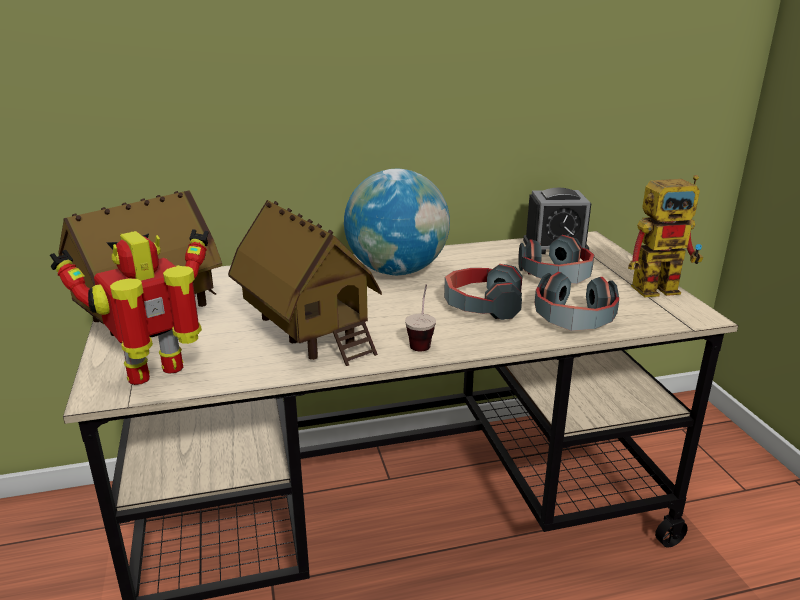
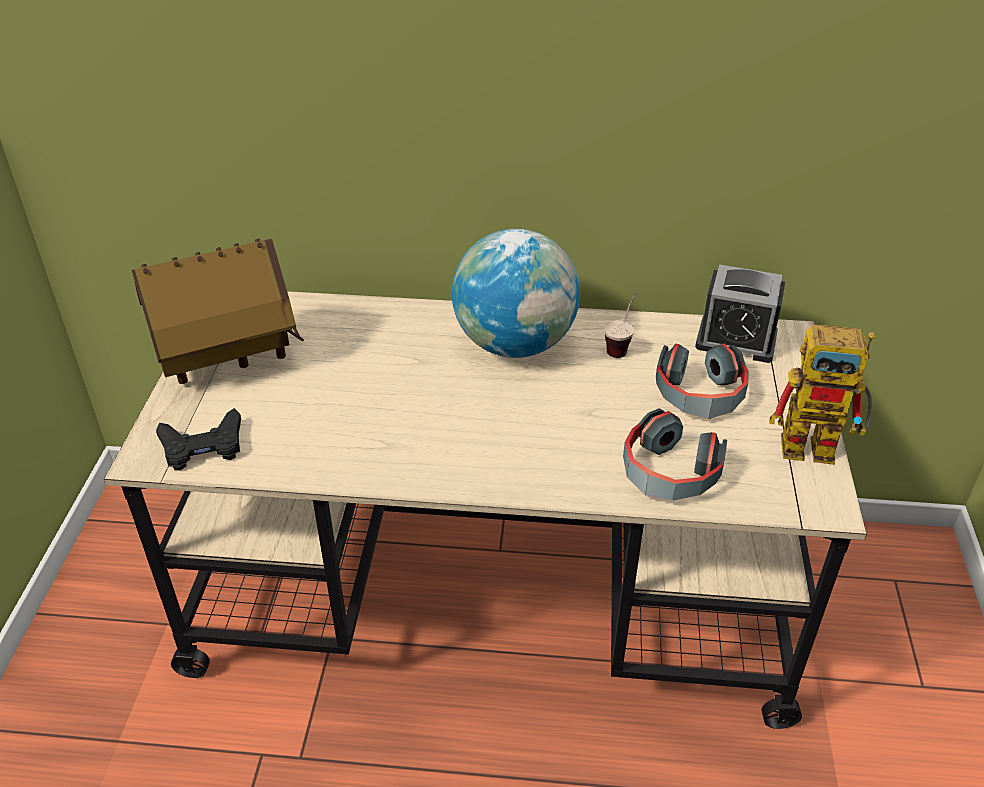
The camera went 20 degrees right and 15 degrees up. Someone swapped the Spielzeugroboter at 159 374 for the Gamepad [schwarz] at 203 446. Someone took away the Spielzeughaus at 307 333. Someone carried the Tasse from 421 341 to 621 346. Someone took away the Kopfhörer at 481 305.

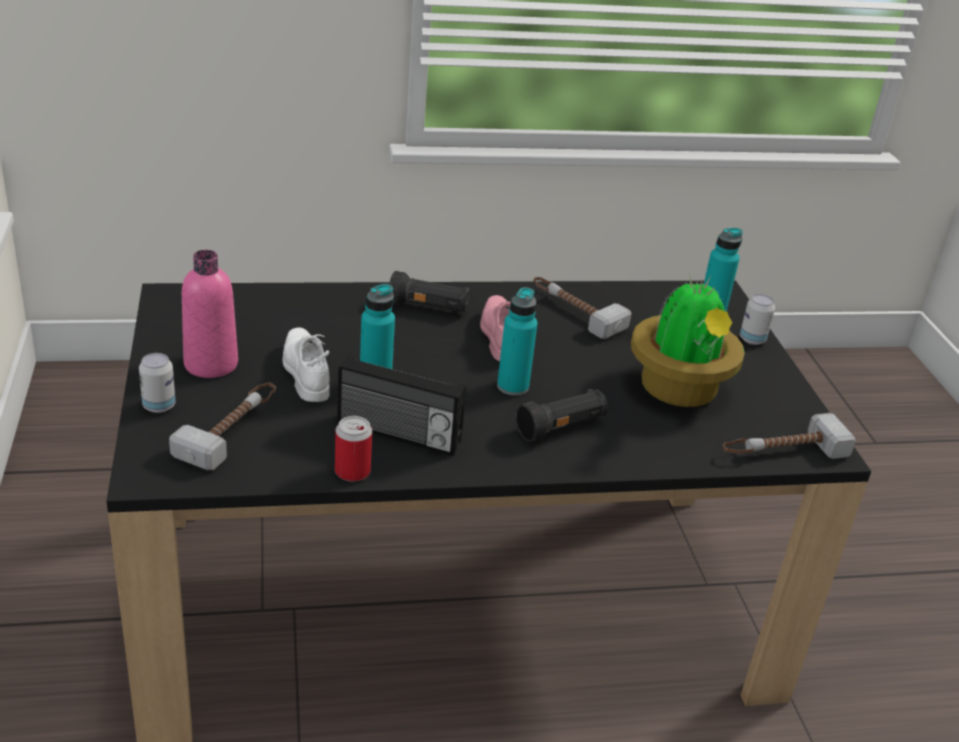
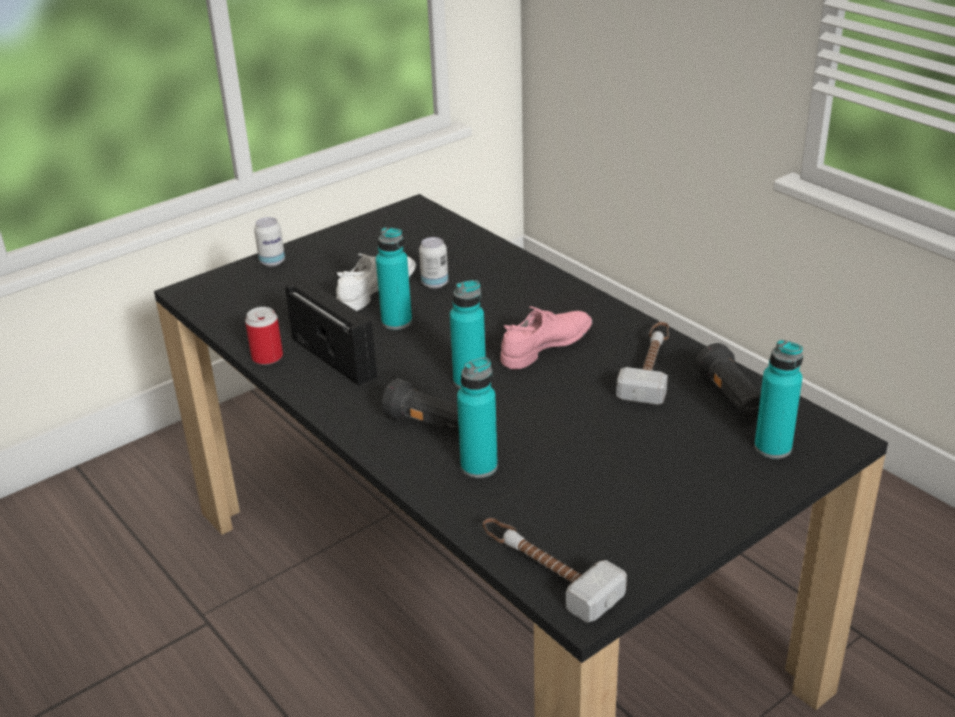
The camera went 65 degrees right and 0 degrees up. Someone took away the Hammer at 232 429. Someone took away the Flasche [rosa] at 211 364. Someone rotated the Radio at 398 434 by 150 degrees clockwise. Someone carried the Taschenlampe [schwarz] from 429 308 to 731 399. Someone took away the Topfpflanze at 679 391. Someone carried the Dose from 752 339 to 435 284. Someone put down the Flasche [türkis] at 479 466.

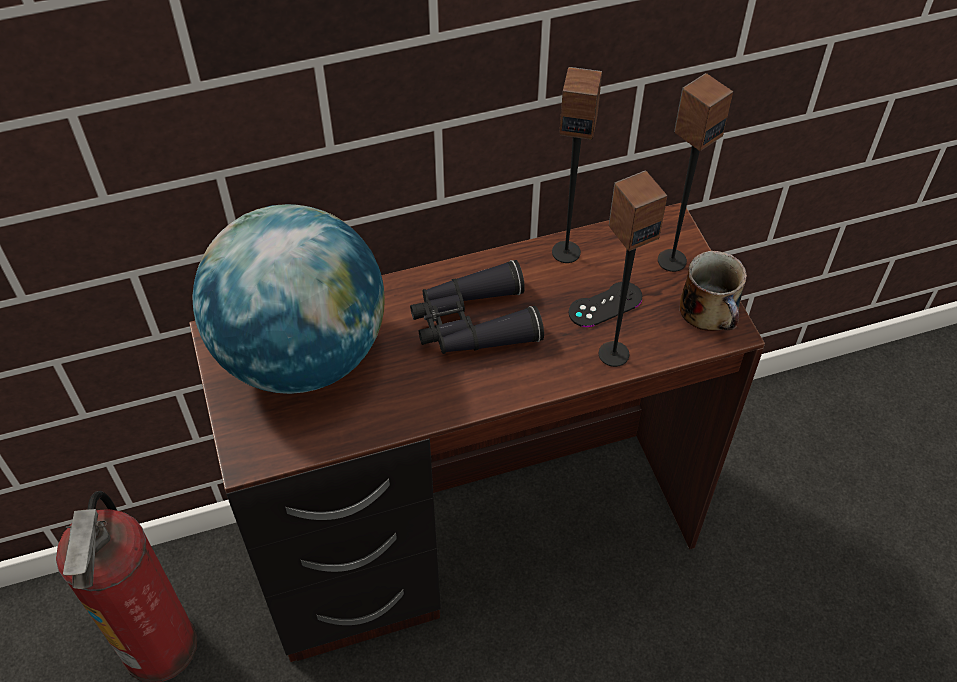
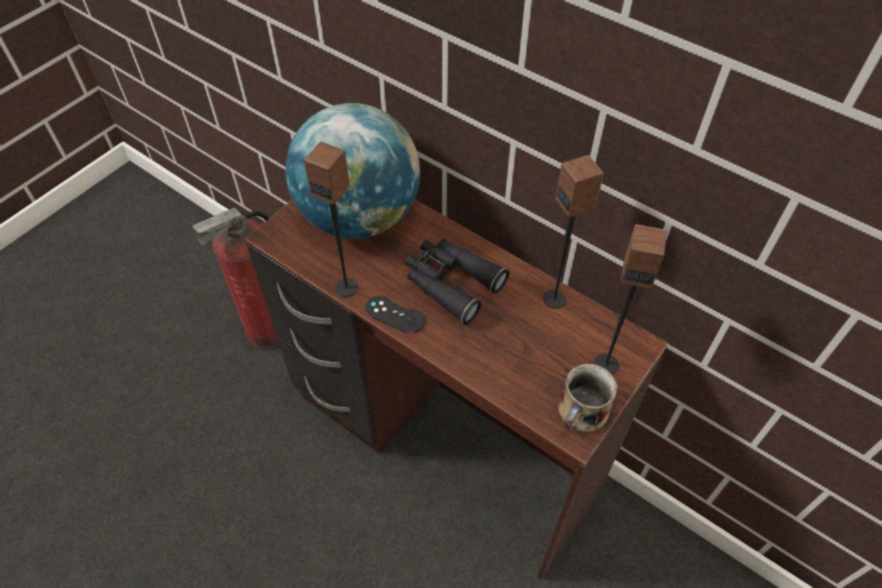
The camera went 55 degrees right and 0 degrees up. Someone carried the Gamepad [schwarz] from 605 305 to 395 314. Someone carried the Lautsprecher from 613 353 to 347 287.

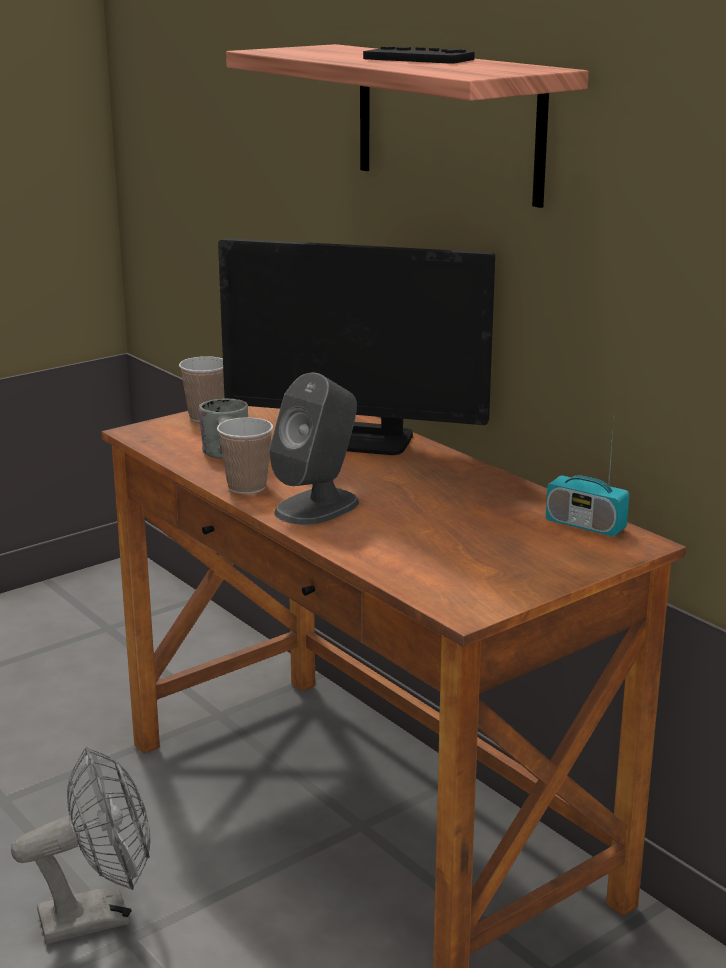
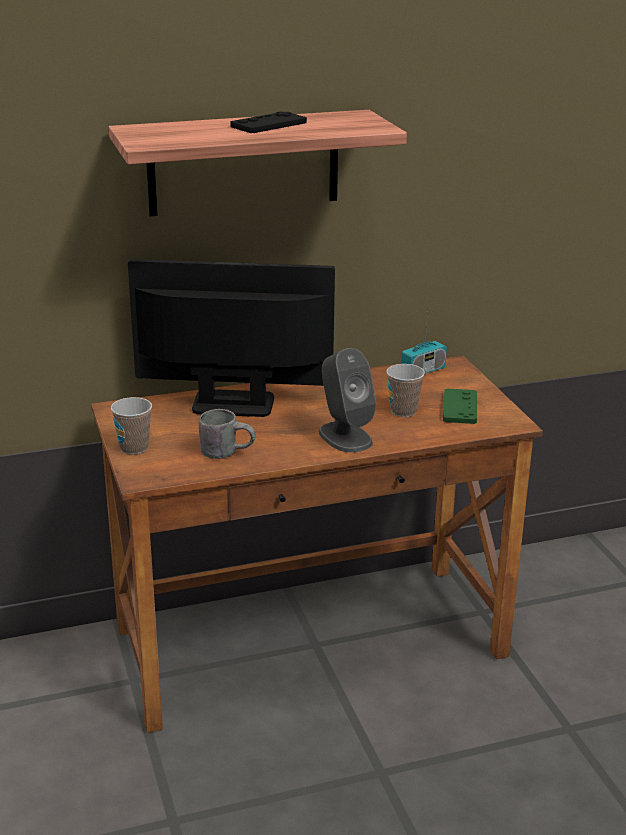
The camera went 70 degrees left and 5 degrees up. Someone took away the Ventilator [grau] at 99 915. Someone carried the Tasse from 247 487 to 403 411. Someone rotated the Monitor at 356 439 by 120 degrees counterclockwise. Someone put down the Gamepad [grün] at 460 407.

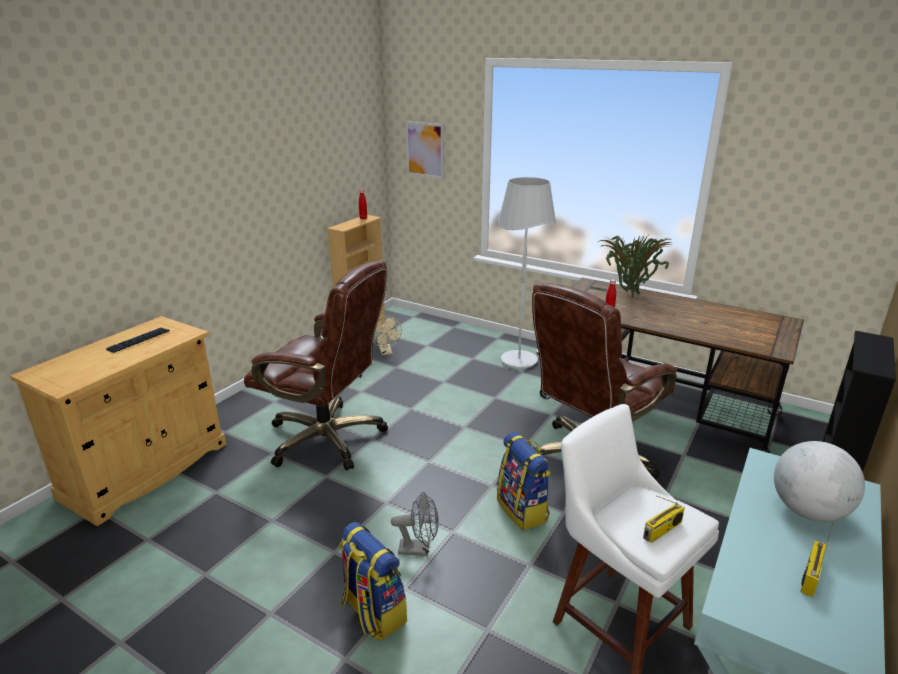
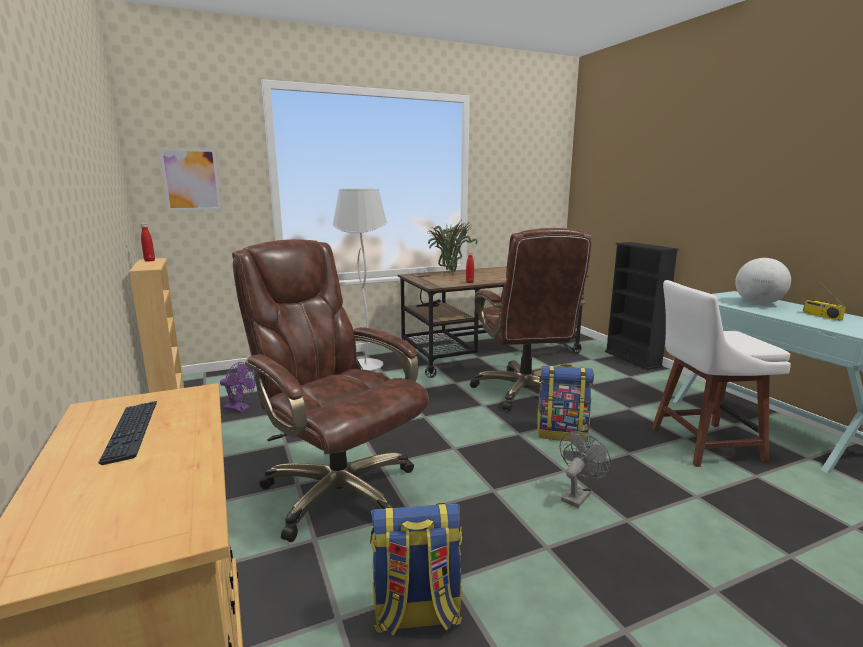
The camera went 55 degrees left and 10 degrees down. Someone rotated the Bürostuhl [braun] at 326 438 by 105 degrees counterclockwise. Someone carried the Rucksack from 372 612 to 416 614. Someone repainted the Ventilator [beige] at 386 352, which became the Ventilator [lila] at 240 409. Someone took away the Radio at 662 531.

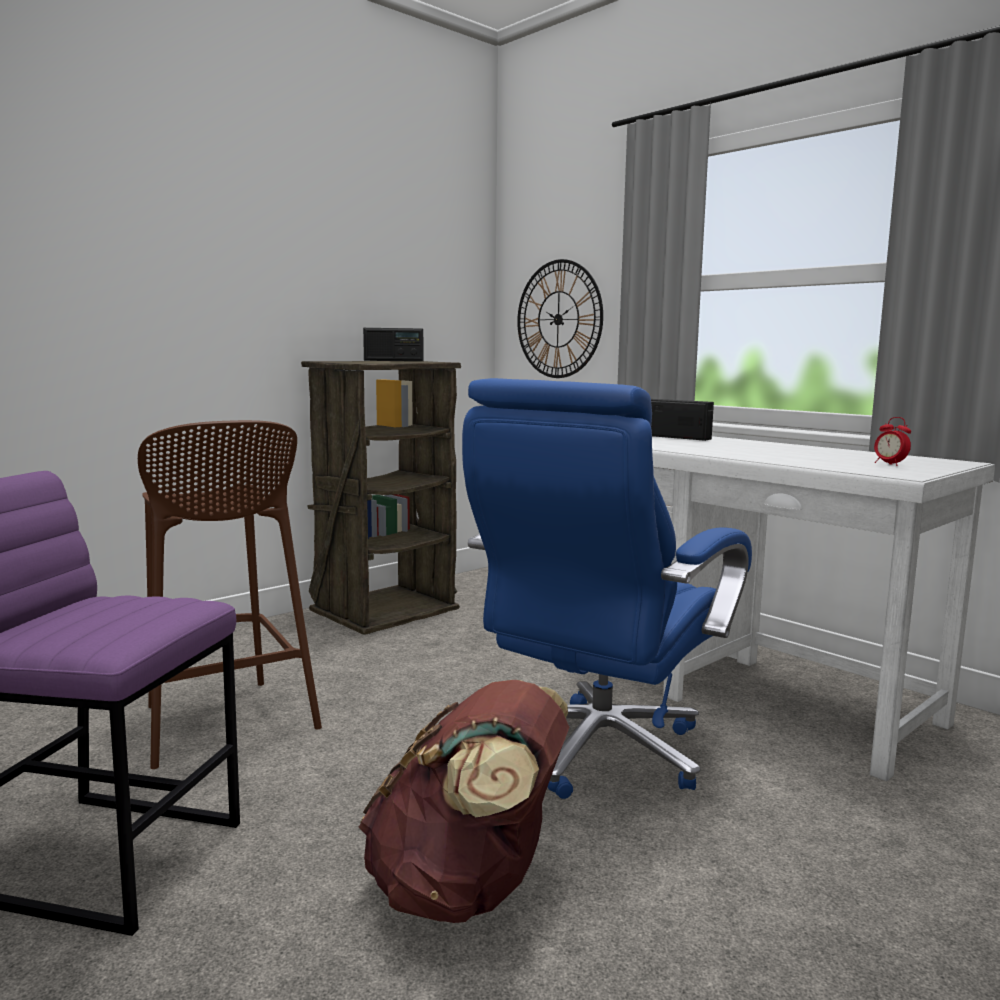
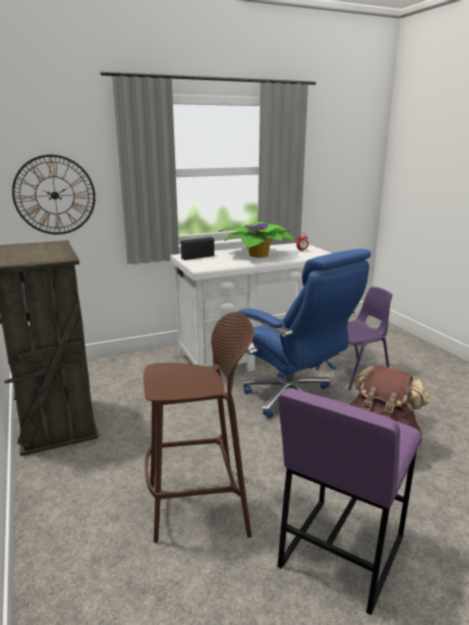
The camera went 70 degrees left and 10 degrees up. Someone took away the Radio at 393 360. Someone put down the Topfpflanze at 256 255. Someone put down the Stuhl [lila] at 354 372.

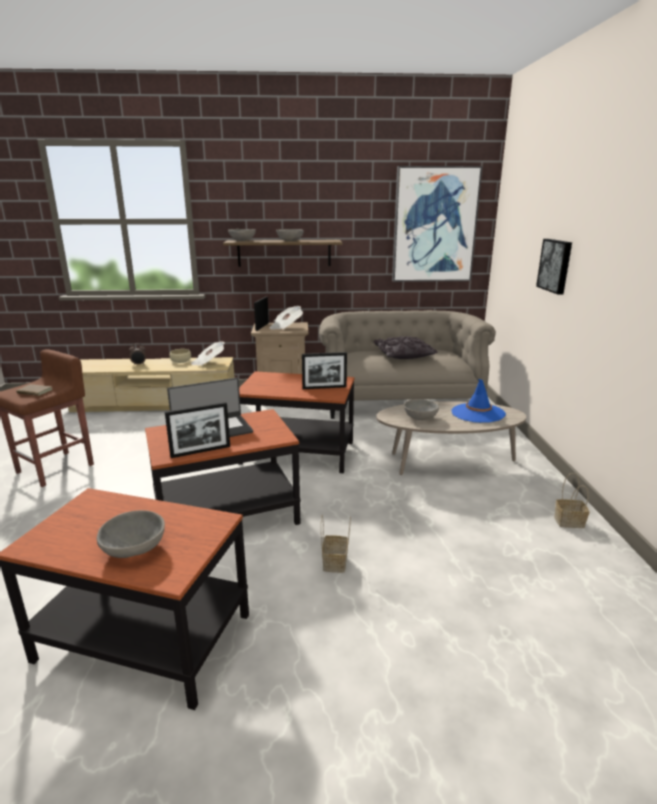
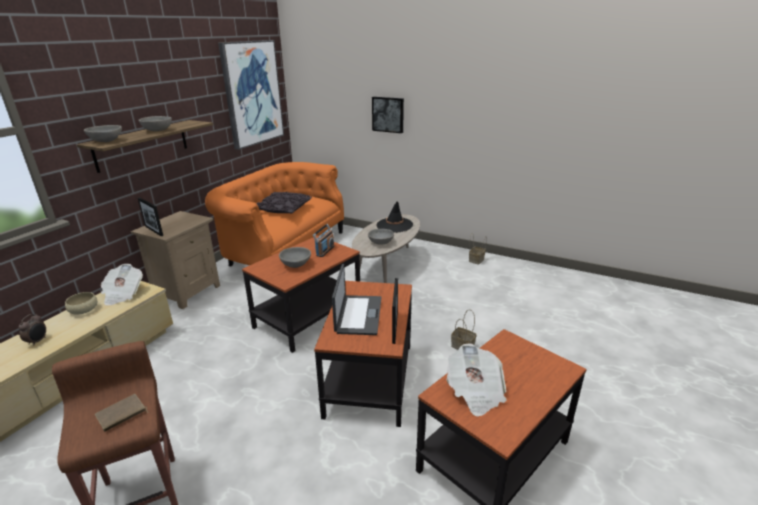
The camera went 60 degrees left and 5 degrees up. Someone carried the Schüssel [grau] from 133 549 to 296 265. Someone carried the Zeitung from 286 327 to 475 392. Someone swapped the Bilderrahmen at 324 387 for the Radio at 325 251. Someone repainted the Sofa [beige] at 399 402, which became the Sofa [orange] at 282 249. Someone repainted the Hut [blau] at 477 413, which became the Hut [schwarz] at 394 225.

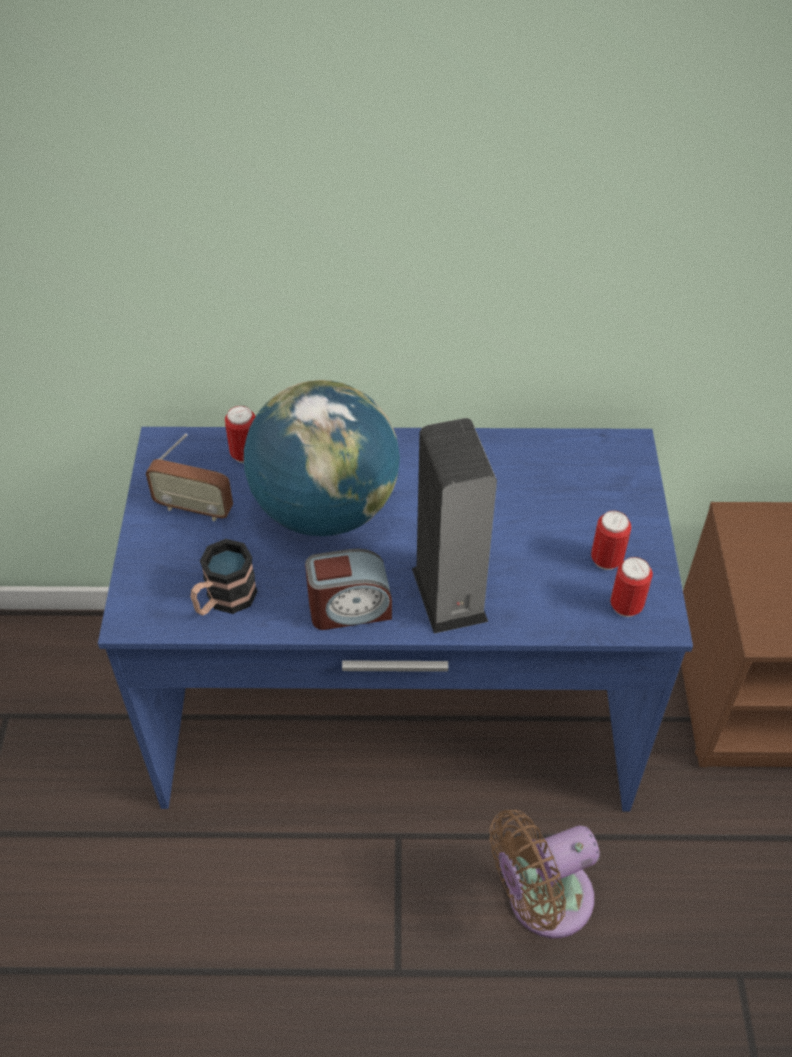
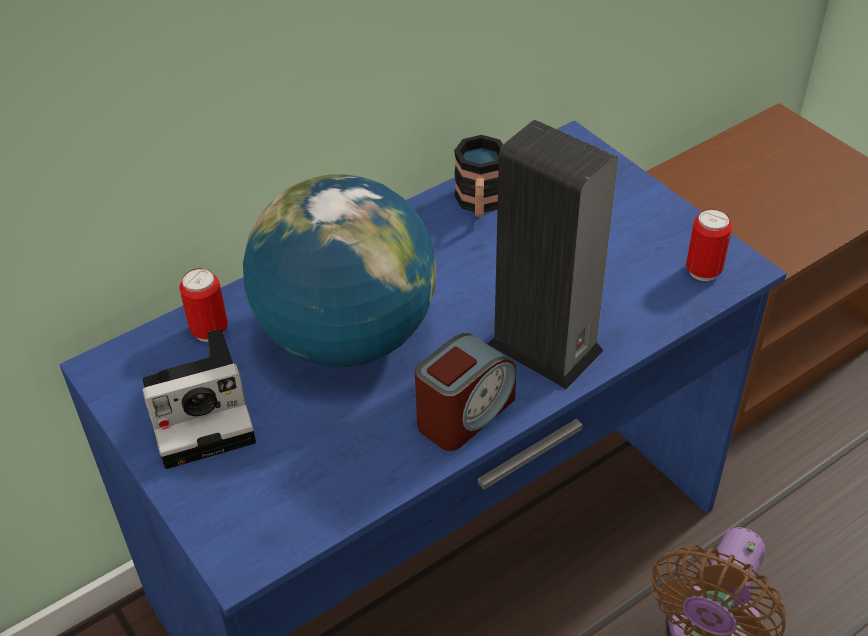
The camera went 35 degrees left and 5 degrees down. Someone swapped the Radio at 194 508 for the Kamera at 204 411. Someone carried the Henkelbecher from 224 600 to 480 204. Someone took away the Dose at 606 560.

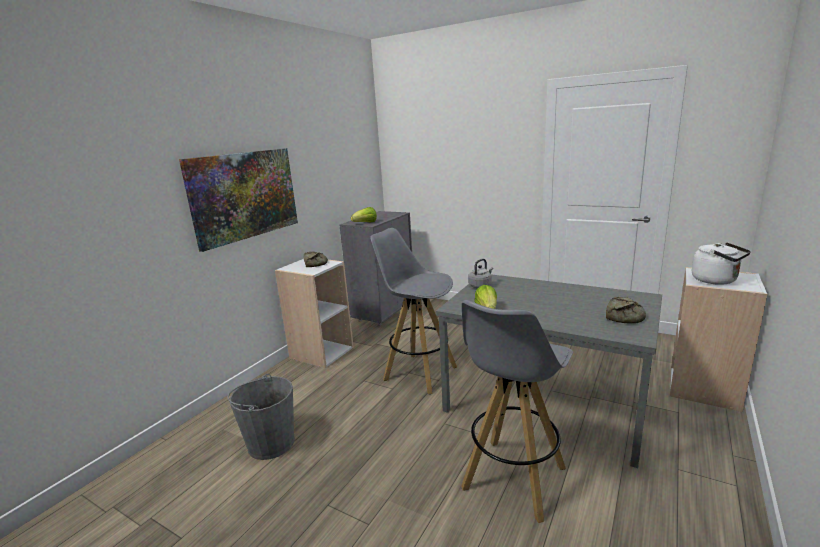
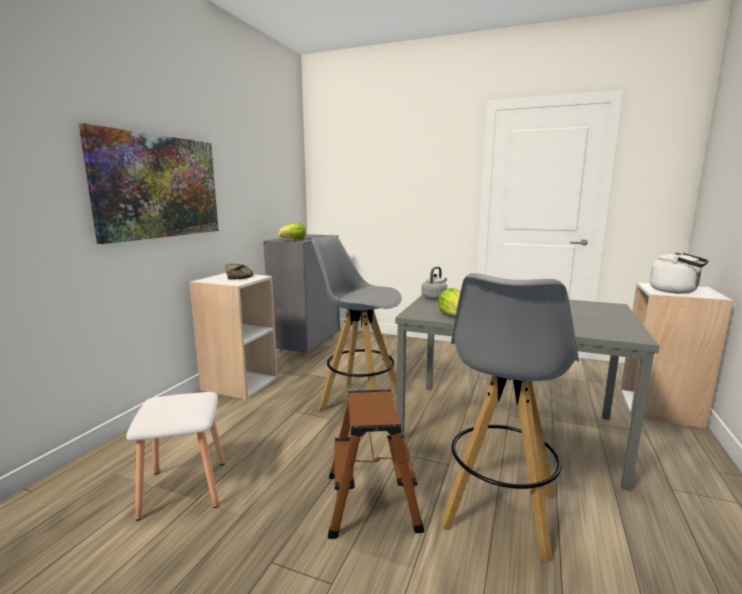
The camera went 10 degrees left and 5 degrees down. Someone swapped the Eimer [grau] at 271 443 for the Hocker [weiß] at 184 488. Someone took away the Brot at 625 316. Someone put down the Trittleiter [braun] at 372 502.

